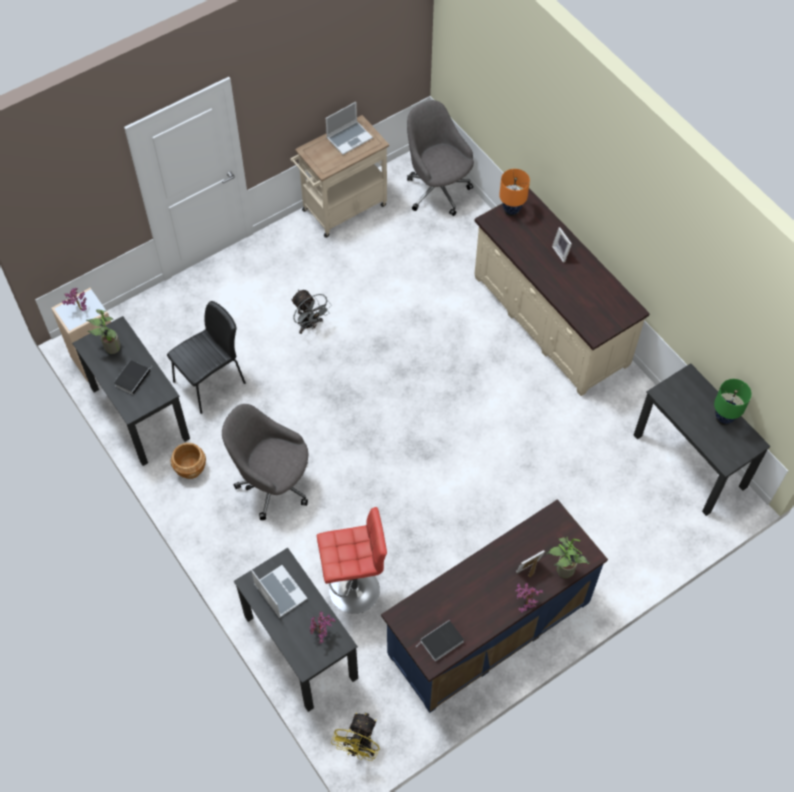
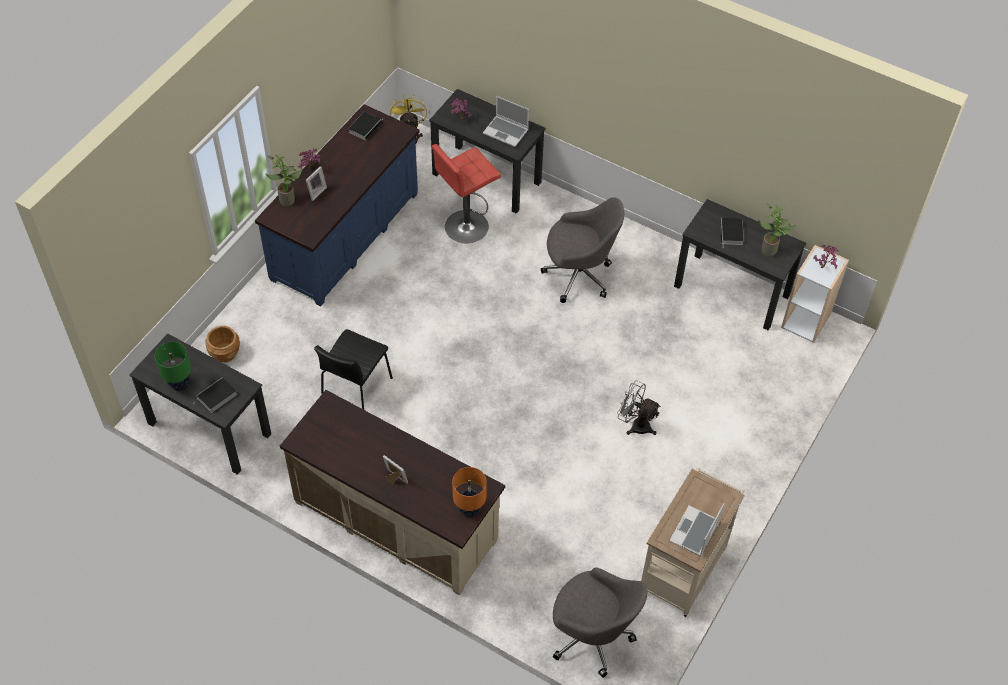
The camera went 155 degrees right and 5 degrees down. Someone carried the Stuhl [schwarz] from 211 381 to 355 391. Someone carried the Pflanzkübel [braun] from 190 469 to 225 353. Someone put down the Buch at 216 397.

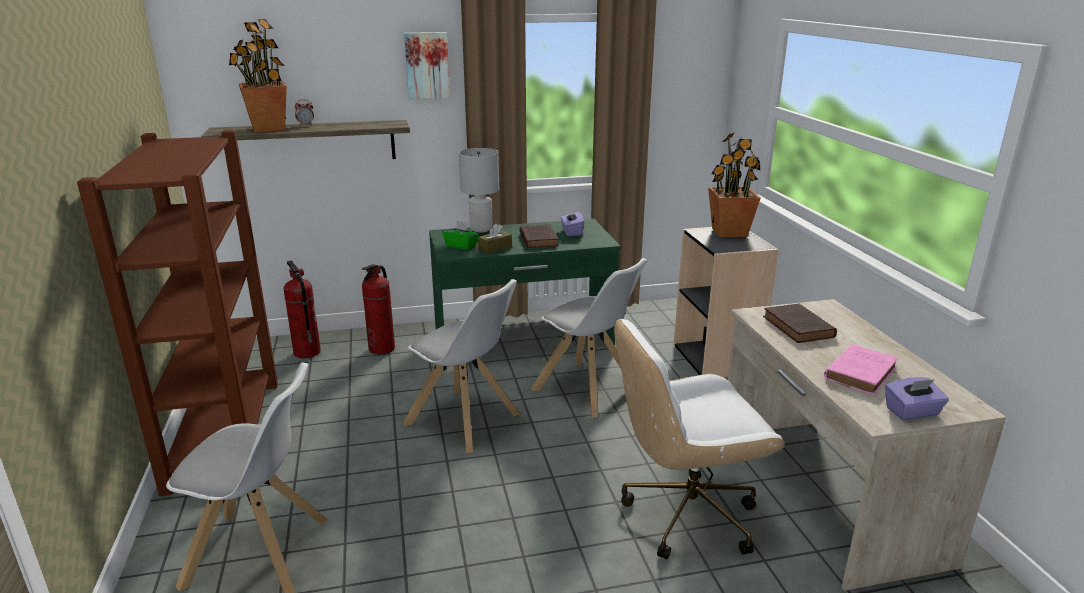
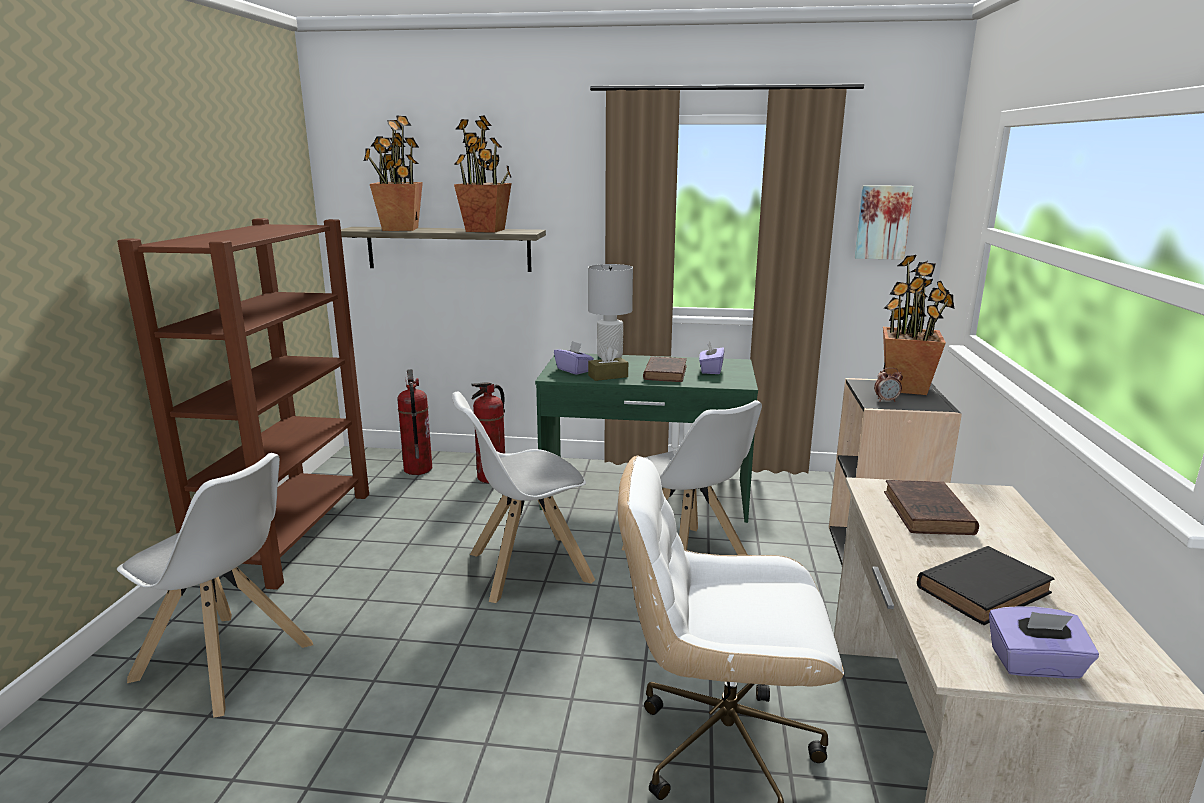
The camera went 20 degrees right and 5 degrees down. Someone carried the Wecker from 306 125 to 886 400. Someone carried the Bild from 427 65 to 882 222. Someone rotated the Stuhl at 465 420 by 105 degrees clockwise. Someone repainted the Taschentuchbox [grün] at 461 246, which became the Taschentuchbox [lila] at 574 370. Someone repainted the Buch [rosa] at 861 372, which became the Buch [schwarz] at 985 589. Someone put down the Topfpflanze at 485 230.

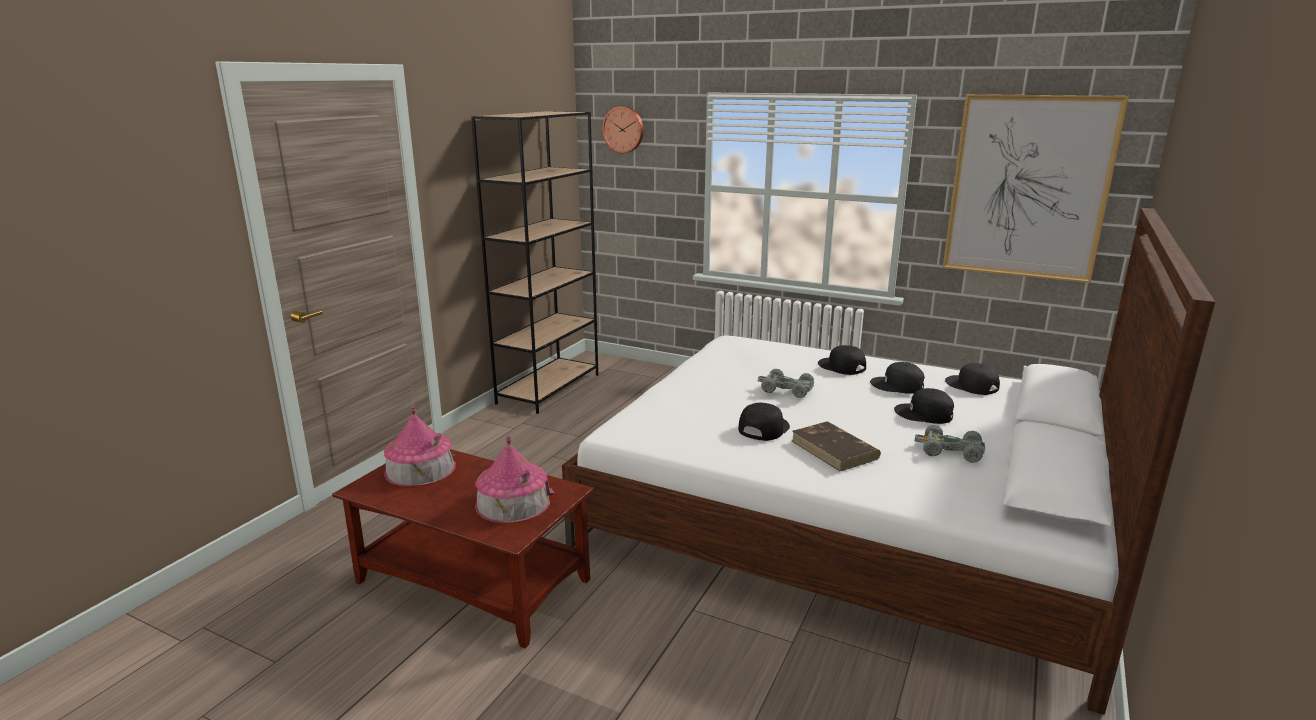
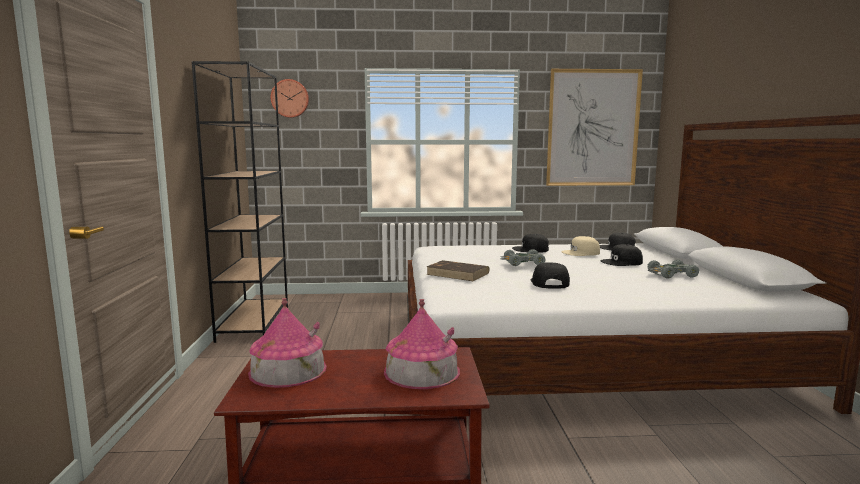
The camera went 30 degrees left and 10 degrees down. Someone carried the Buch [braun] from 835 450 to 458 274. Someone repainted the Kappe [schwarz] at 897 385, which became the Kappe [beige] at 581 253.

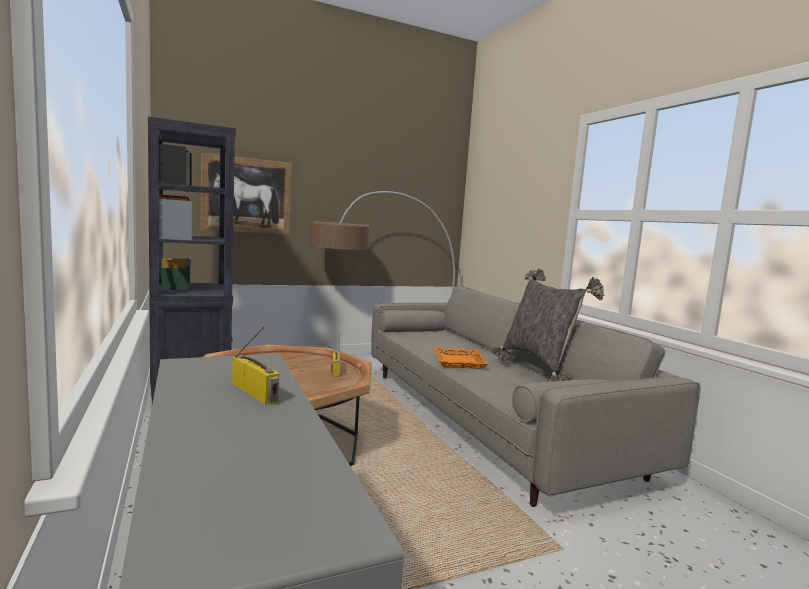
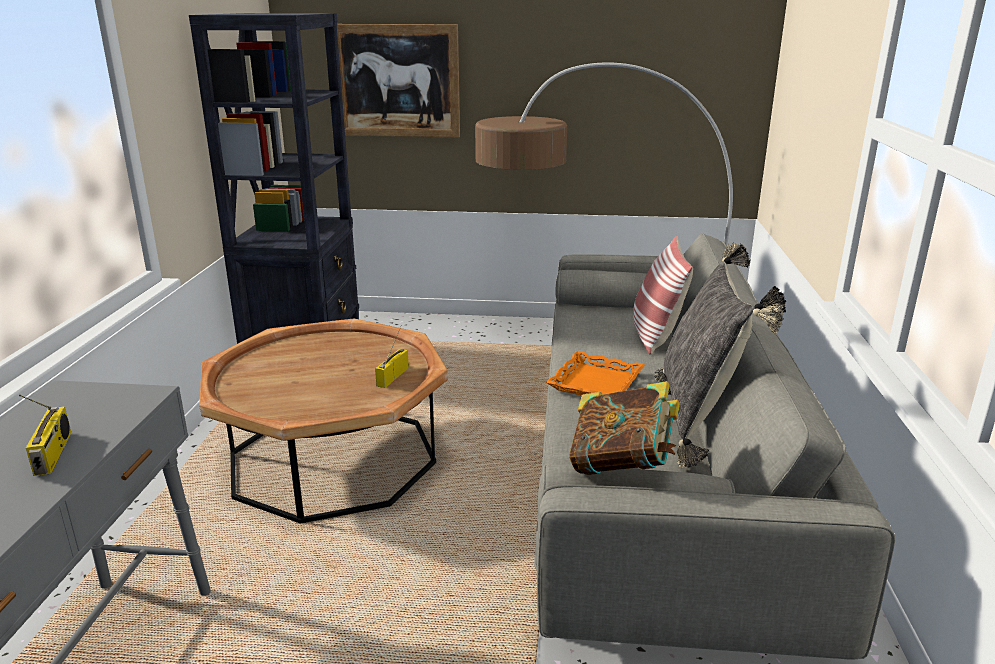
The camera went 30 degrees right and 15 degrees up. Someone put down the Buch at 622 466. Someone put down the Kissen at 655 335.

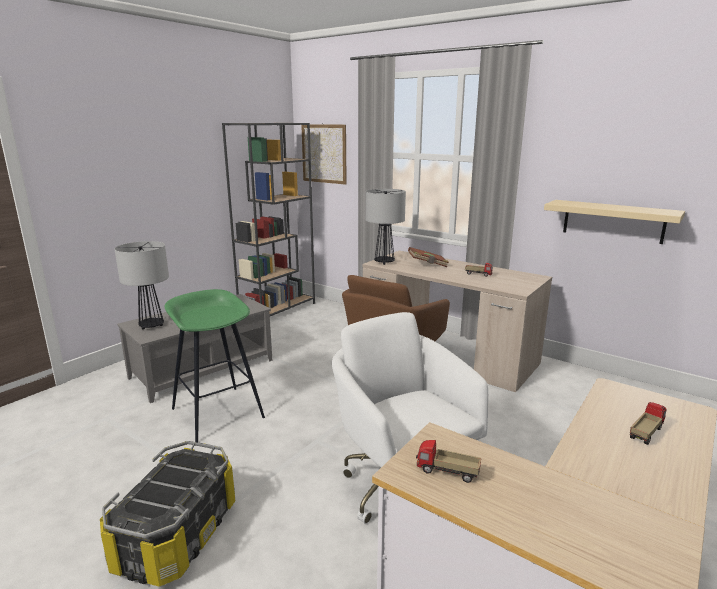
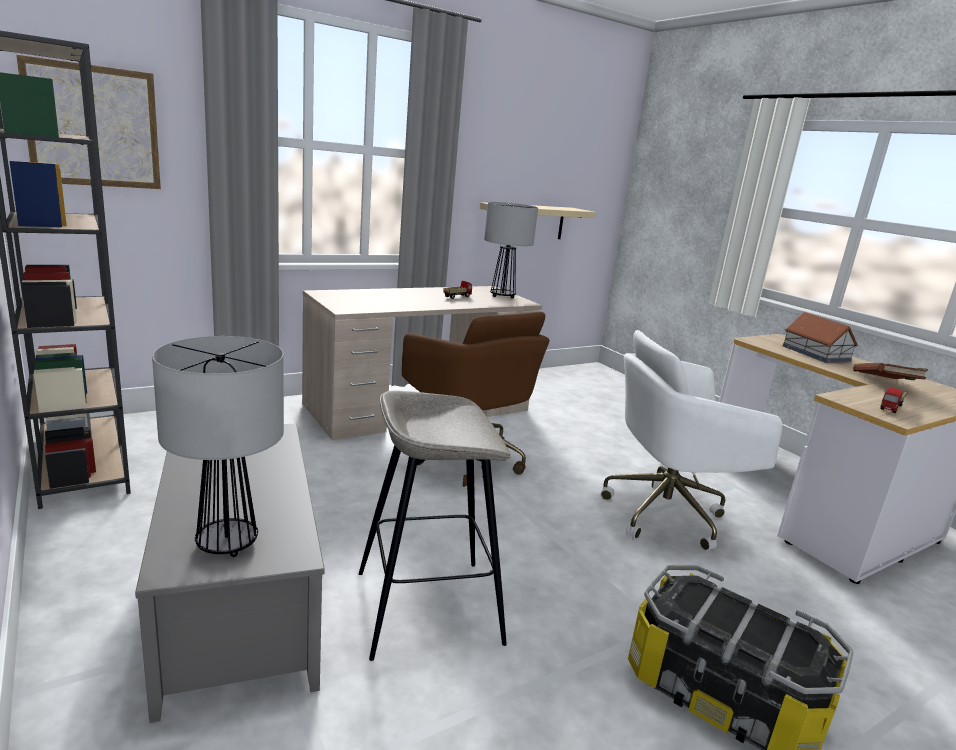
The camera went 70 degrees left and 0 degrees up. Someone repainted the Hocker [grün] at 218 413, which became the Hocker [grau] at 427 606. Someone carried the Tischlampe from 384 262 to 502 296. Someone carried the Buch [braun] from 427 265 to 885 384. Someone swapped the Spielzeuglaster at 645 433 for the Spielzeughaus at 816 354.

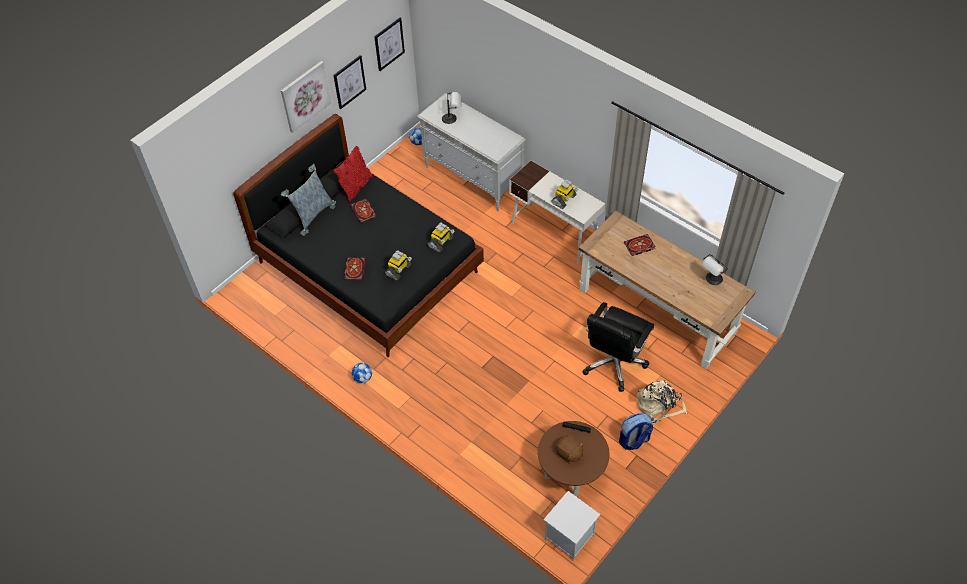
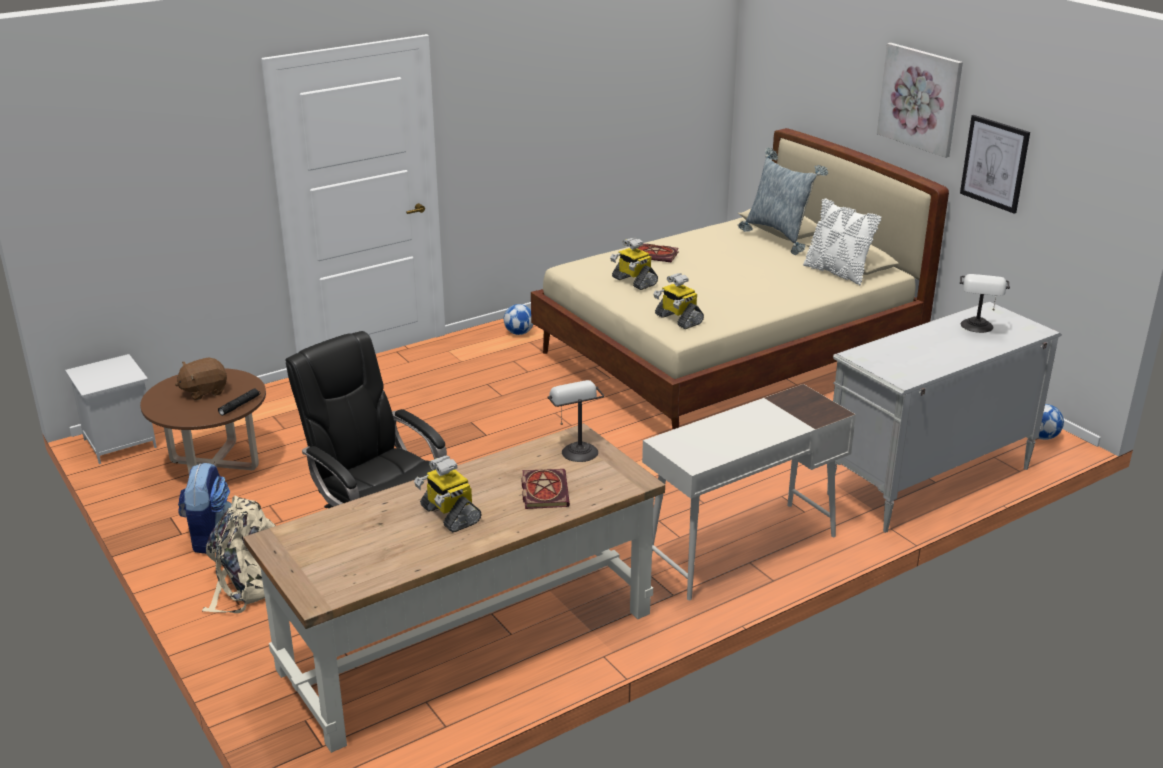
The camera went 105 degrees right and 25 degrees down. Someone repainted the Bett [schwarz] at 369 268, which became the Bett [beige] at 728 358. Someone repainted the Kissen [rot] at 356 187, which became the Kissen [weiß] at 837 273. Someone took away the Buch at 364 211. Someone took away the Bild at 389 44. Someone carried the Spielzeugroboter from 564 200 to 449 515. Someone carried the Tischlampe from 712 280 to 576 448.

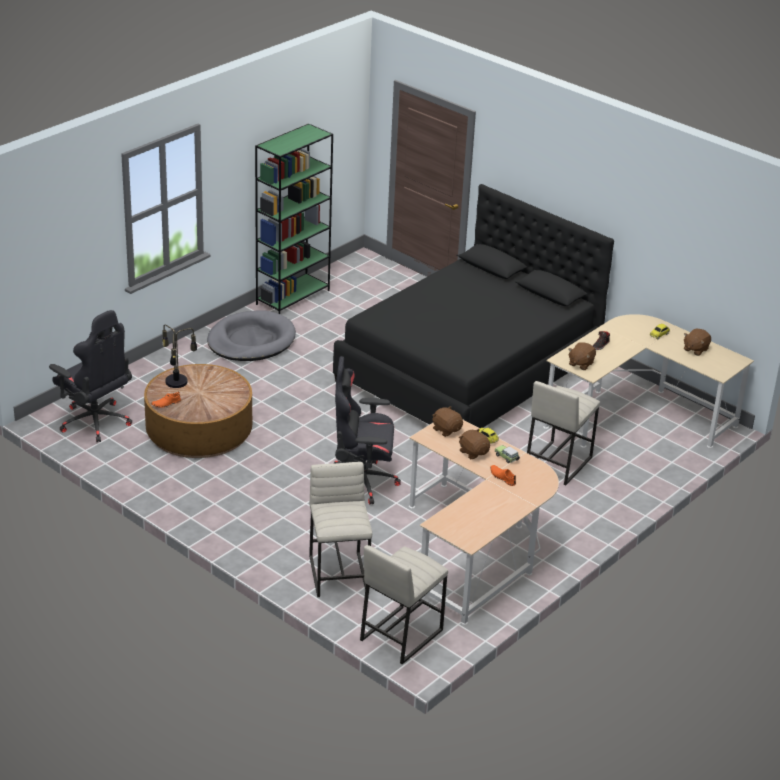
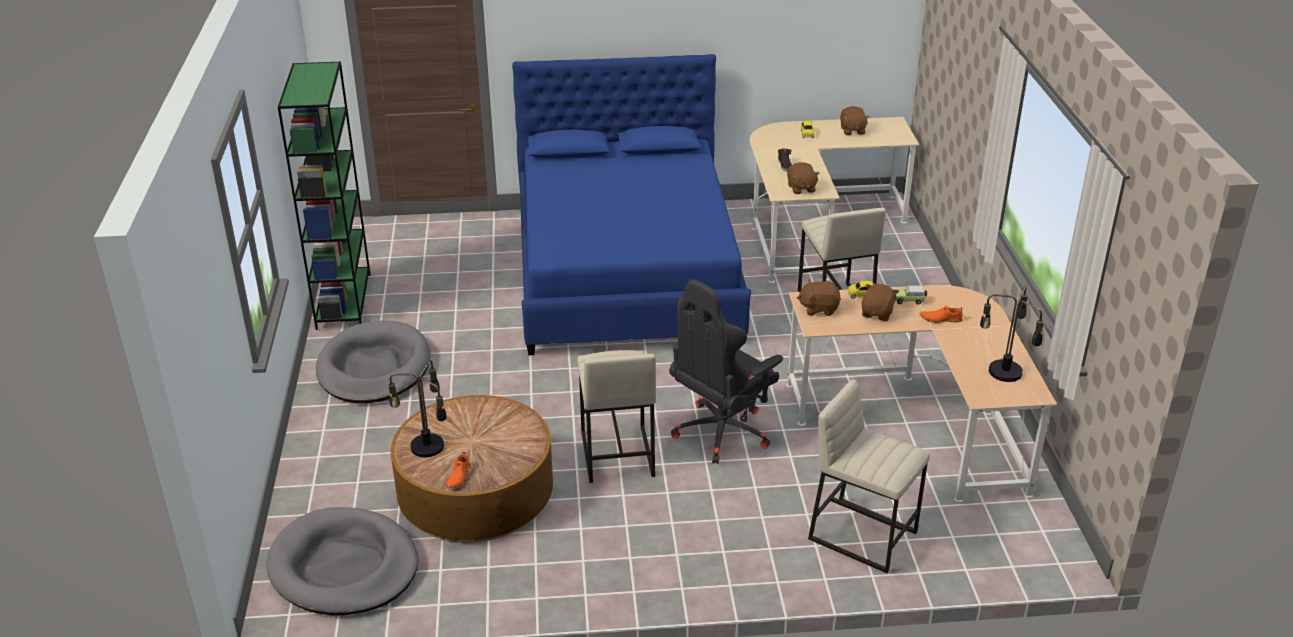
The camera went 45 degrees left and 0 degrees up. Someone swapped the Bürostuhl [schwarz] at 94 421 for the Hundebett [grau] at 344 567. Someone repainted the Bett [schwarz] at 468 371, which became the Bett [blau] at 626 273. Someone carried the Hocker [beige] from 401 635 to 617 454. Someone rotated the Plüschtier [braun] at 473 452 by 105 degrees clockwise. Someone put down the Tischlampe at 1005 372.

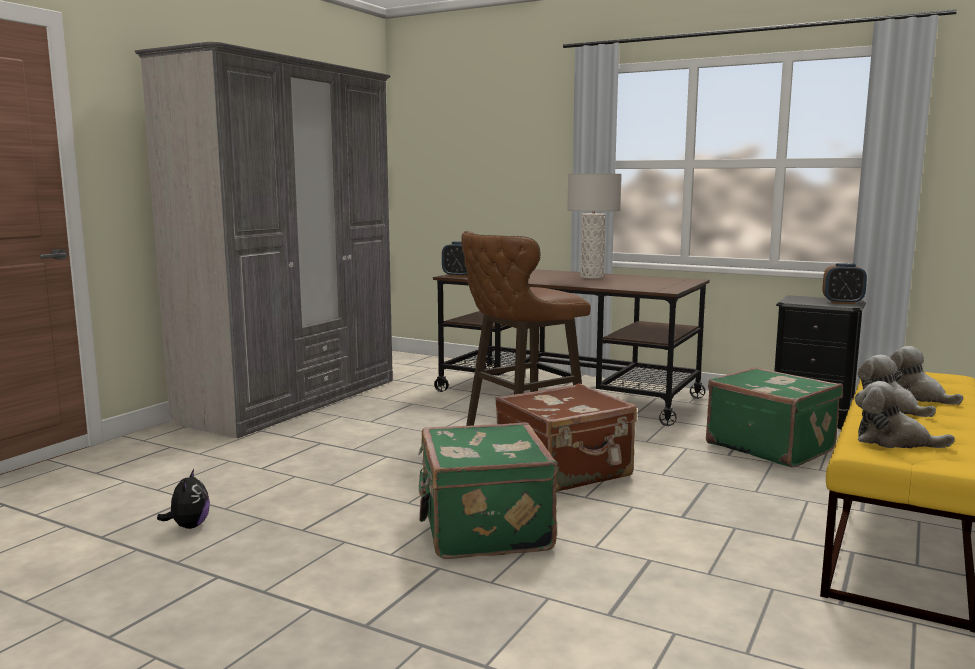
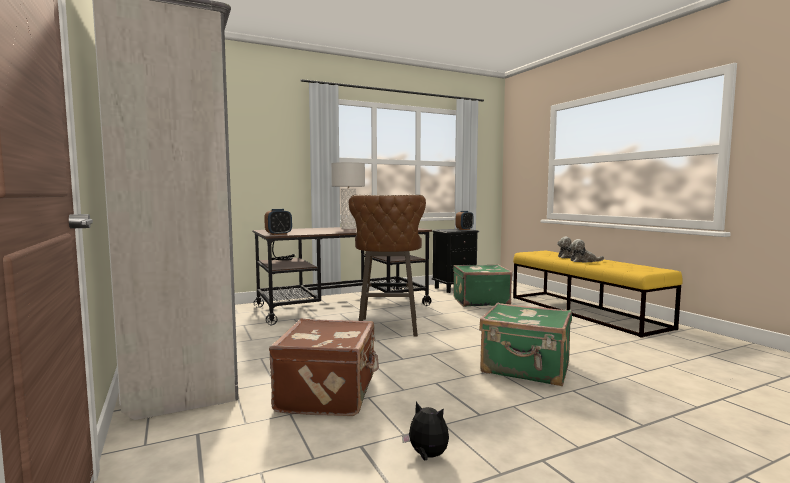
The camera went 55 degrees left and 5 degrees down. Someone carried the Koffer [braun] from 565 473 to 329 394. Someone took away the Plüschtier at 893 441.

